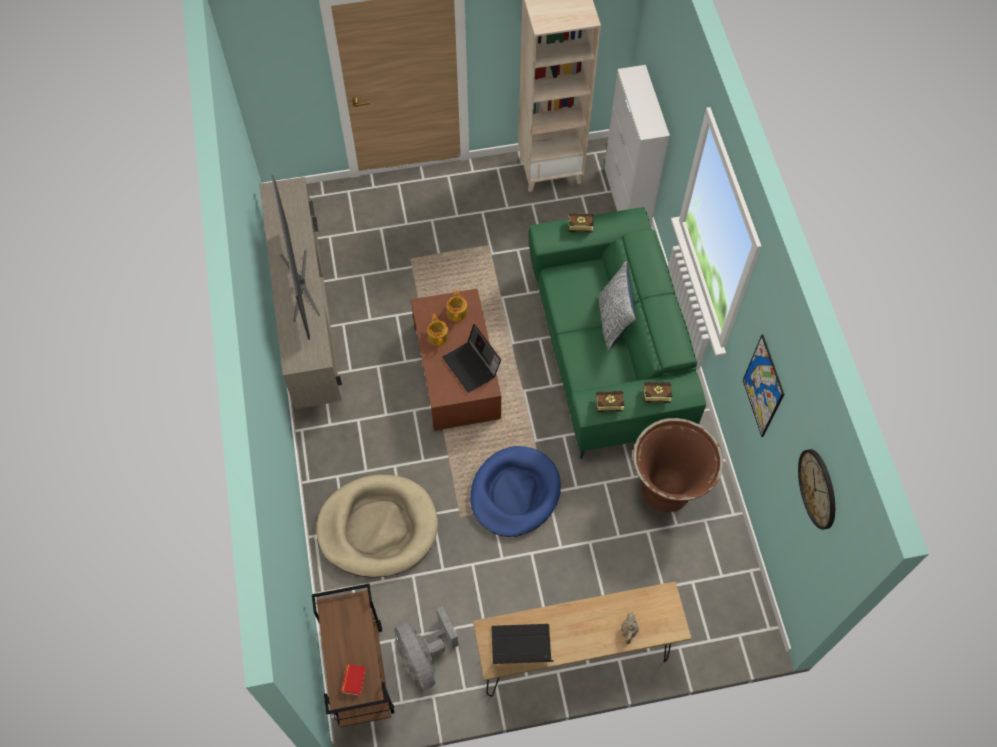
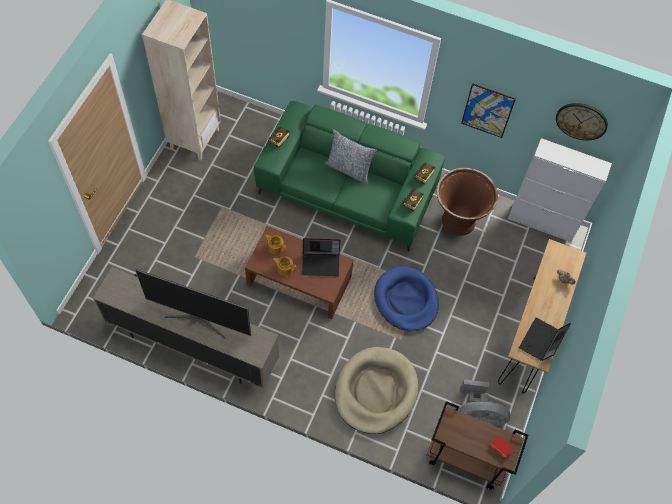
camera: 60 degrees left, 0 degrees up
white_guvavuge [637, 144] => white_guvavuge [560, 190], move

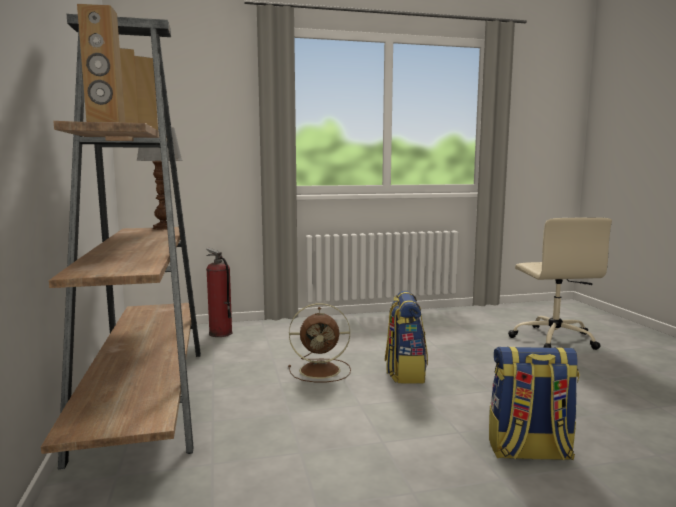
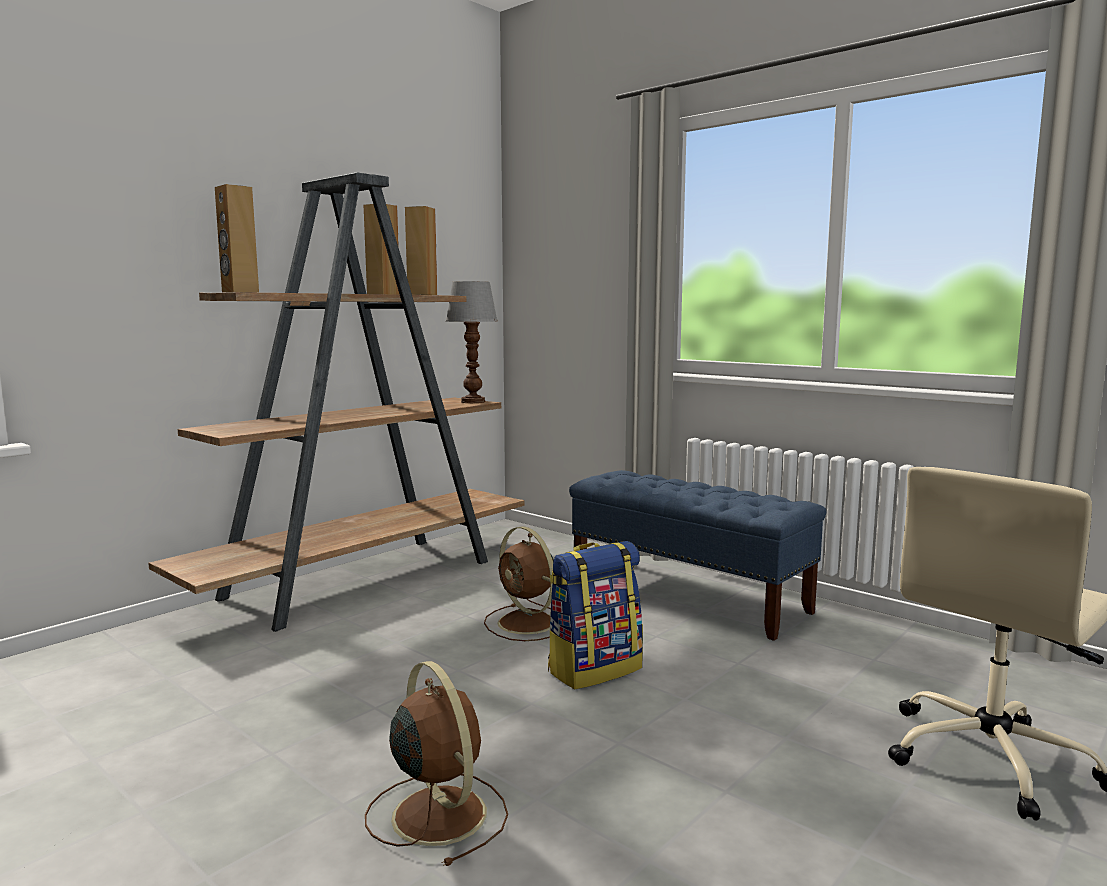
camera: 55 degrees right, 0 degrees up
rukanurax [219, 292] => nothing
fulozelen [534, 404] => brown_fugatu [436, 763]
nothing => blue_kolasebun [697, 555]

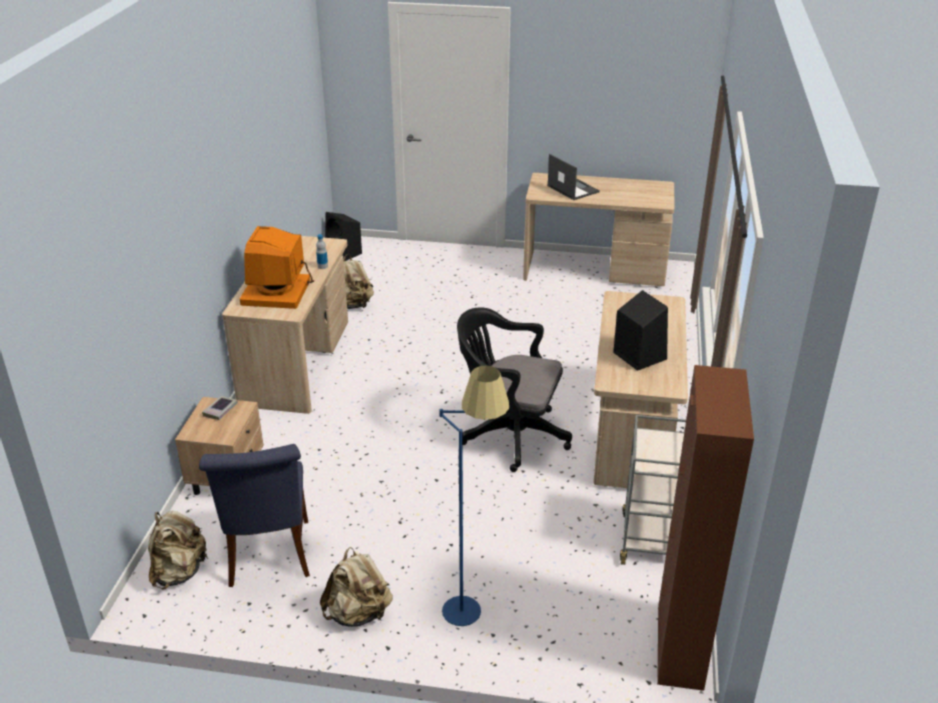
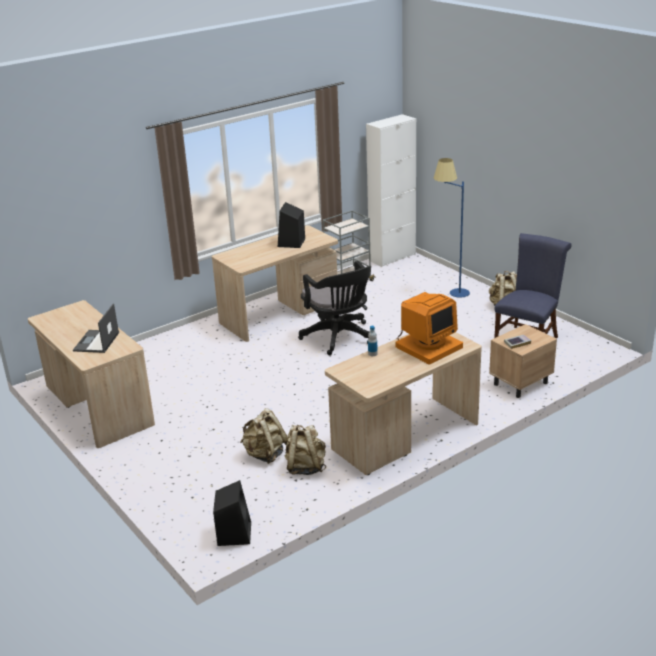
camera: 135 degrees left, 5 degrees down
brown_guvavuge [705, 528] => white_guvavuge [391, 190]
beige_fulozelen [178, 550] => beige_fulozelen [263, 436], move

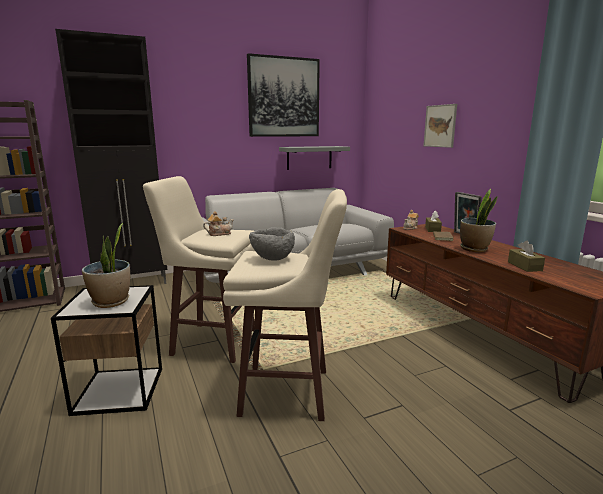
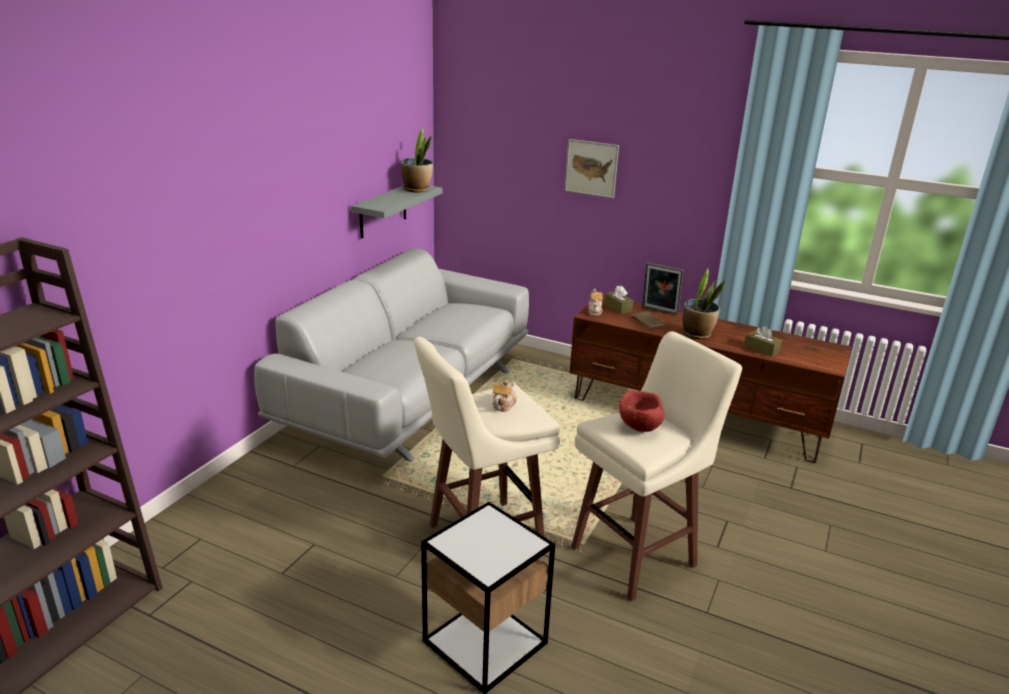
camera: 40 degrees left, 10 degrees up
black_guvavuge [111, 156] => nothing
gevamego [283, 95] => nothing
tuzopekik [106, 265] => tuzopekik [417, 160], move
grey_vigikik [272, 243] => red_vigikik [641, 411]

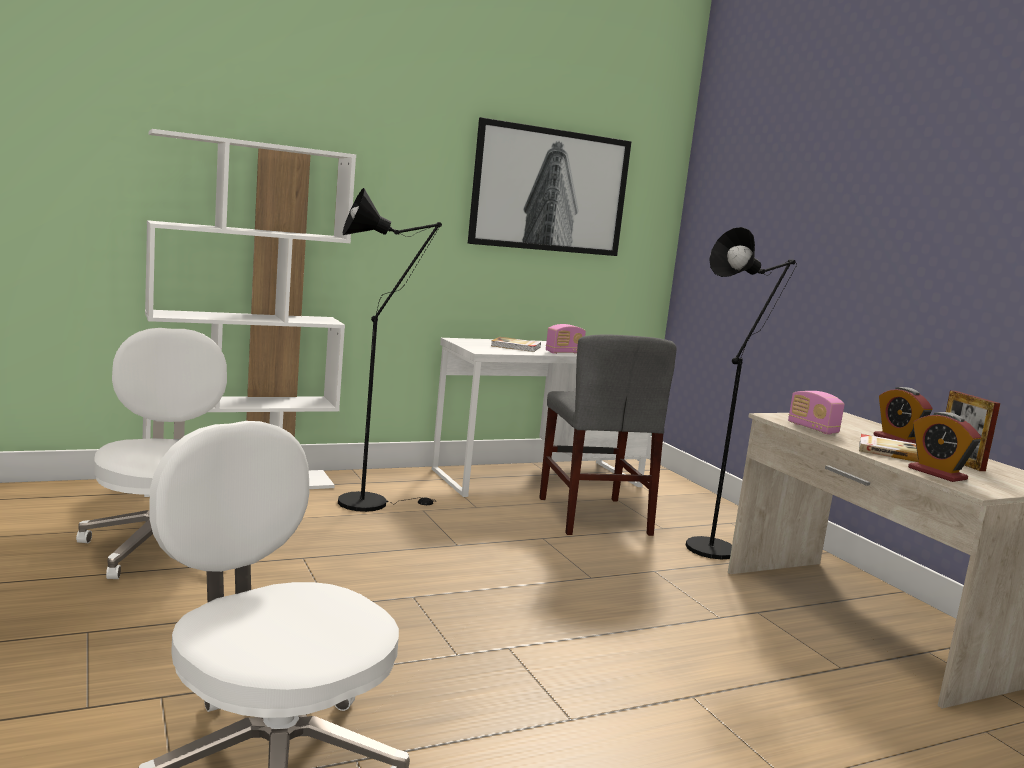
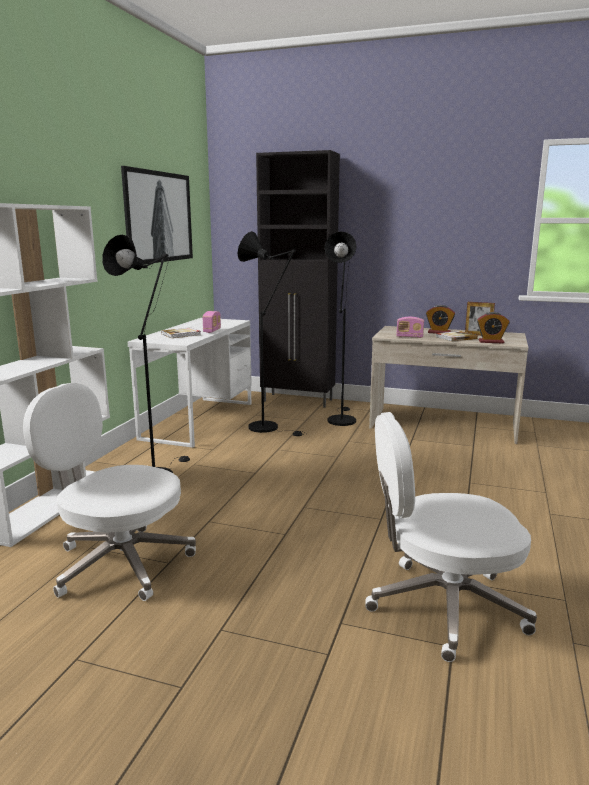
camera: 45 degrees left, 5 degrees up
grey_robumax [608, 435] => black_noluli [272, 333]
nothing => black_guvavuge [298, 279]

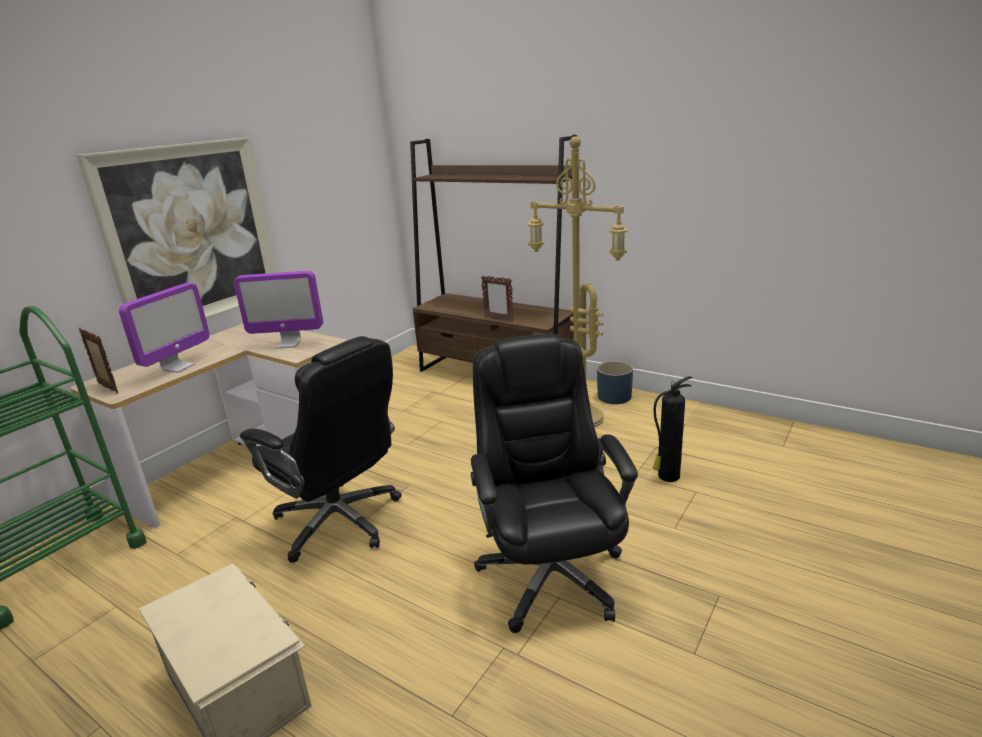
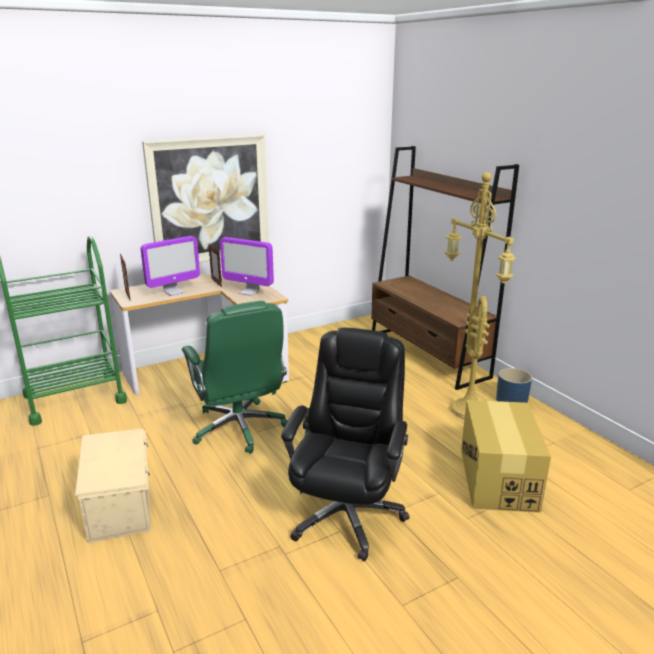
camera: 25 degrees right, 0 degrees up
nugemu [497, 299] => nugemu [215, 265], move
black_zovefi [321, 449] => green_zovefi [235, 377]
rukanurax [672, 429] => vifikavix [506, 456]

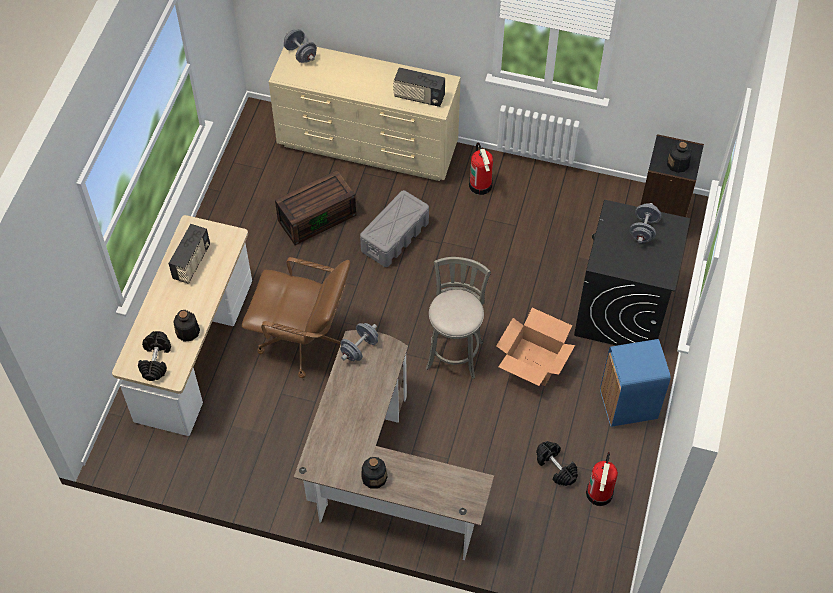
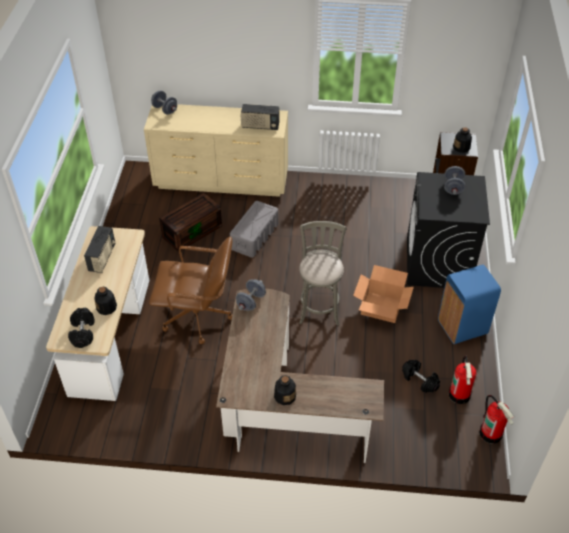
camera: 10 degrees left, 10 degrees down
rukanurax [481, 168] => rukanurax [496, 419], move

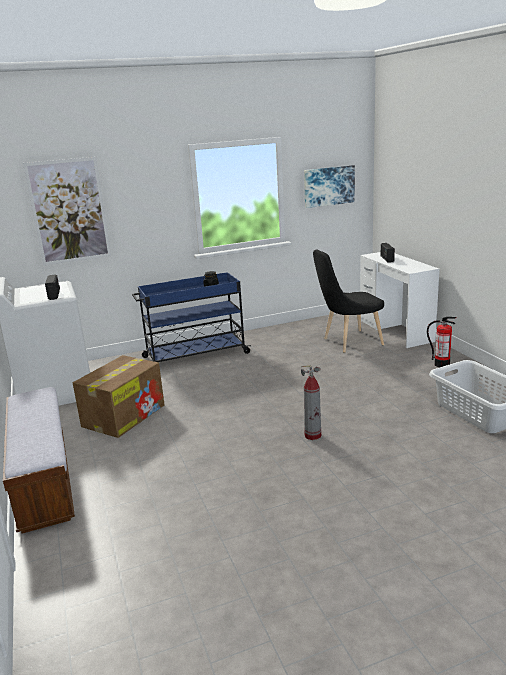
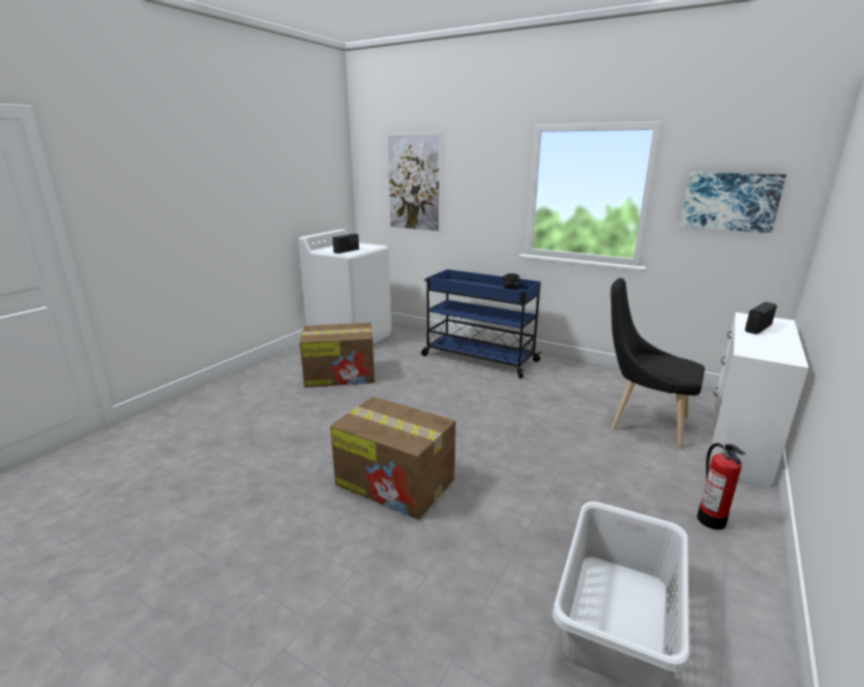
camera: 50 degrees right, 0 degrees up
rukanurax [311, 402] => vifikavix [393, 458]
kolasebun [39, 460] => nothing

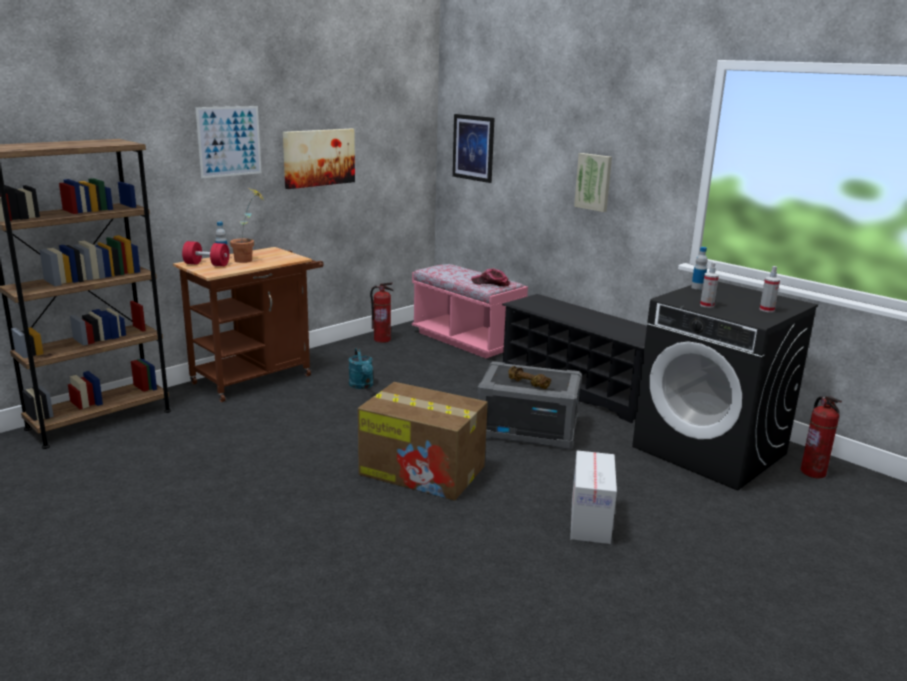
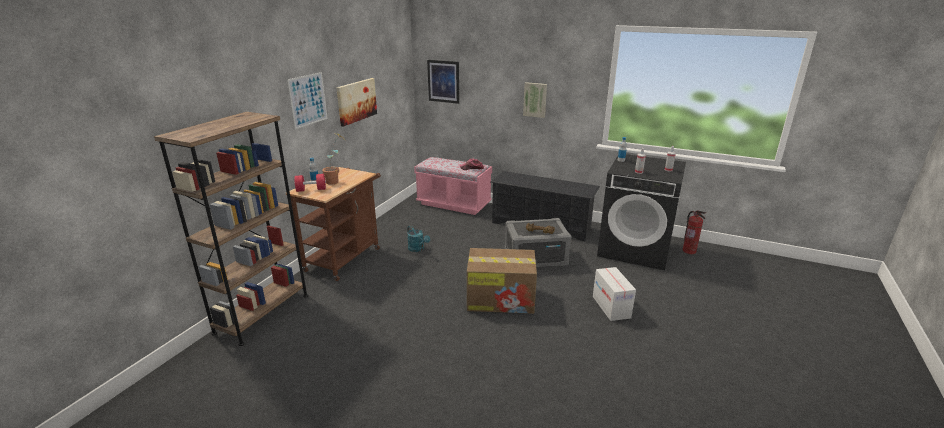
camera: 20 degrees left, 5 degrees up
rukanurax [381, 312] => nothing

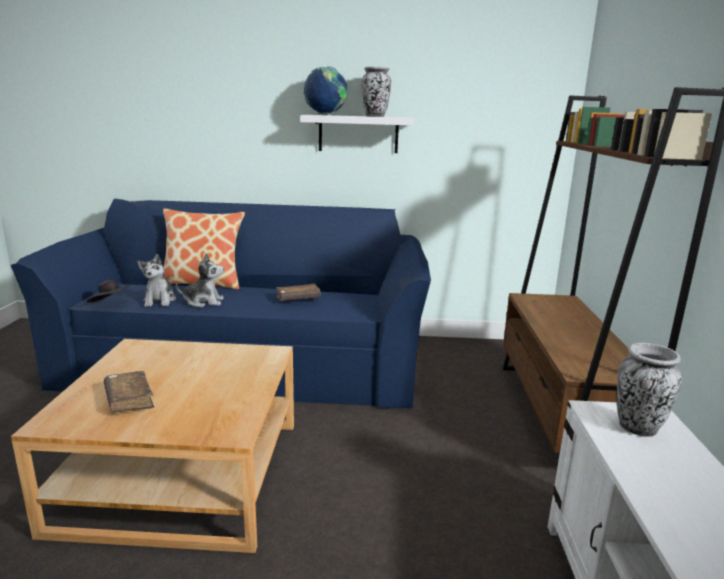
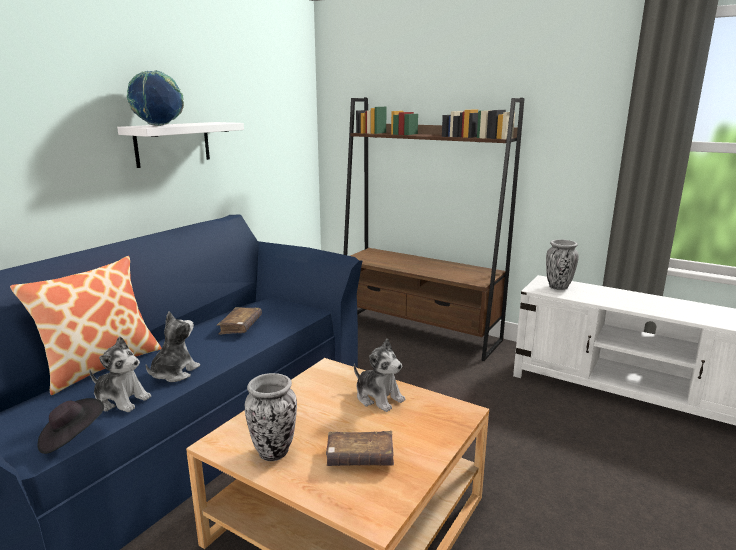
camera: 60 degrees left, 0 degrees up
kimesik [376, 92] => kimesik [271, 417], move
nothing => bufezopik [380, 375]

